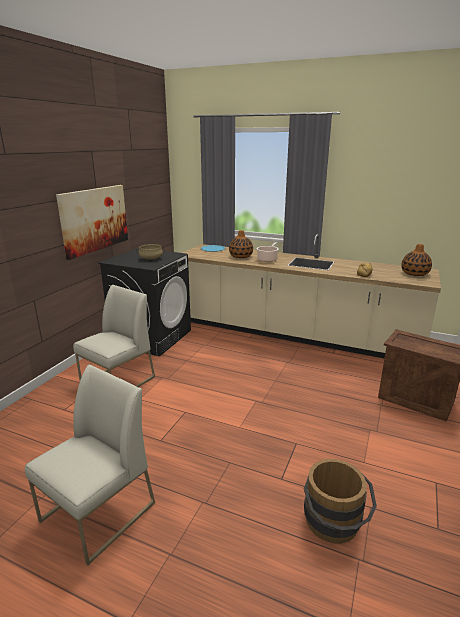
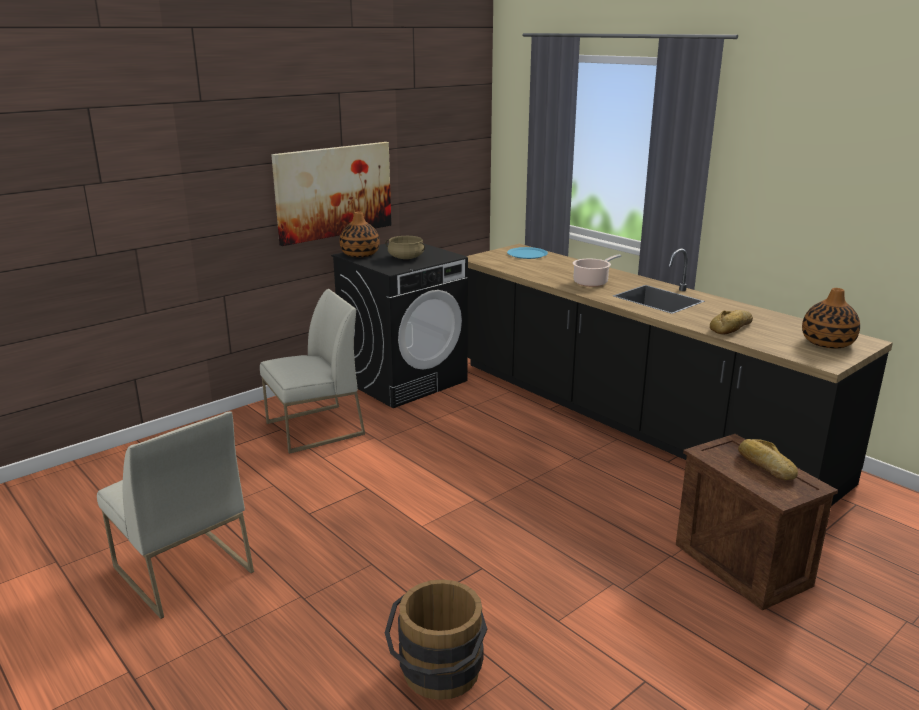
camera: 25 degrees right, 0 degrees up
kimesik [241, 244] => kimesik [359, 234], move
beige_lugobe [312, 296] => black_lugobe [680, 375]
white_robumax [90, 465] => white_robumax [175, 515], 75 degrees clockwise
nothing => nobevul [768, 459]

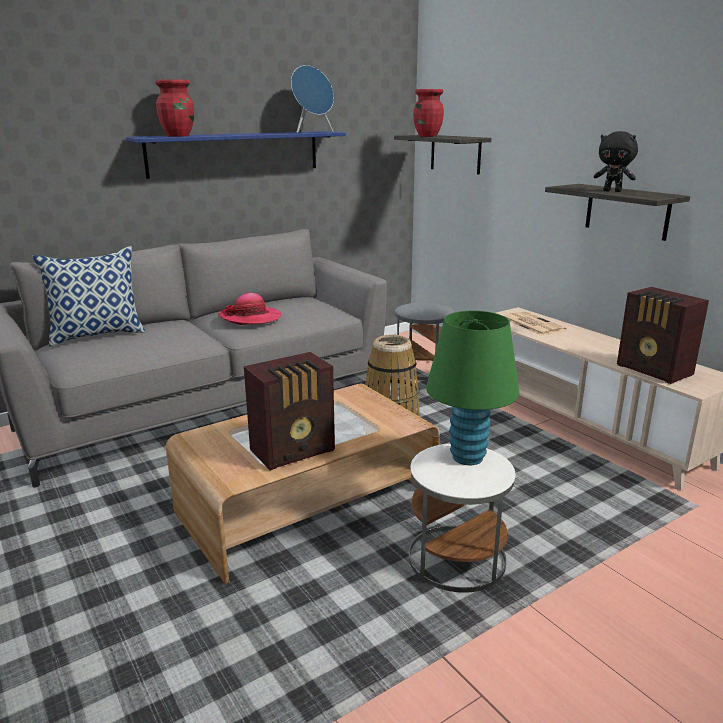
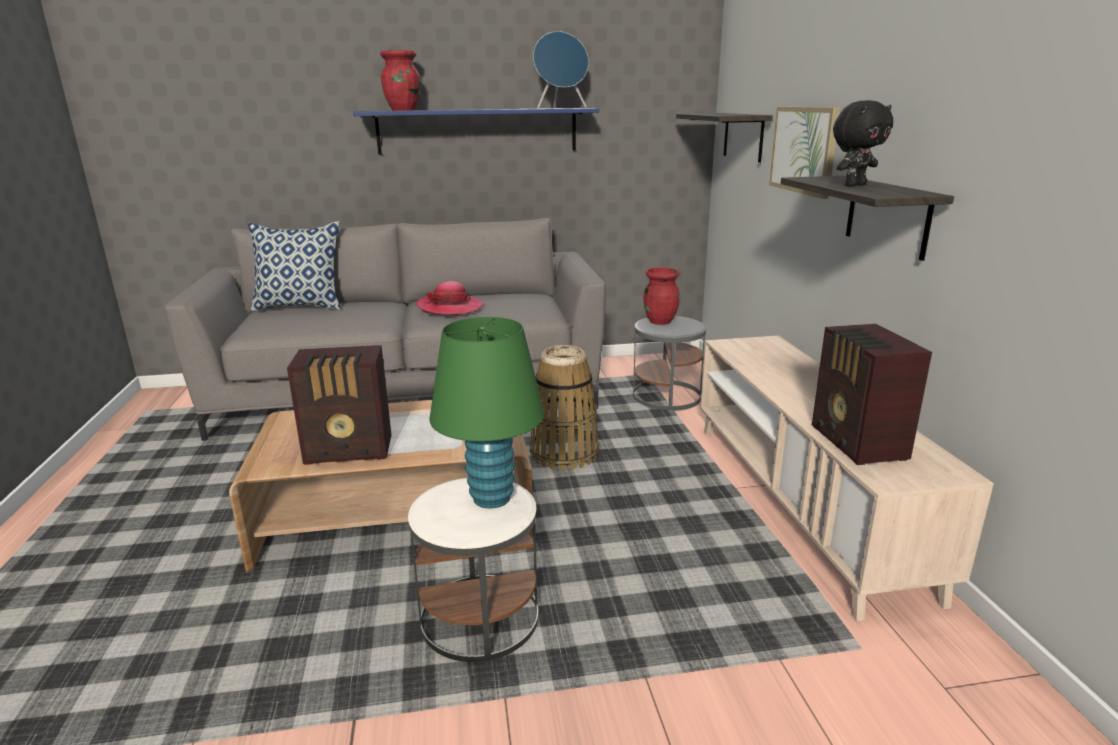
camera: 25 degrees right, 0 degrees up
red_kimesik [428, 113] => red_kimesik [661, 296], move
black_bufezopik [616, 161] => black_bufezopik [863, 143], 90 degrees counterclockwise
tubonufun [535, 323] => nothing
nothing => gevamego [804, 152]

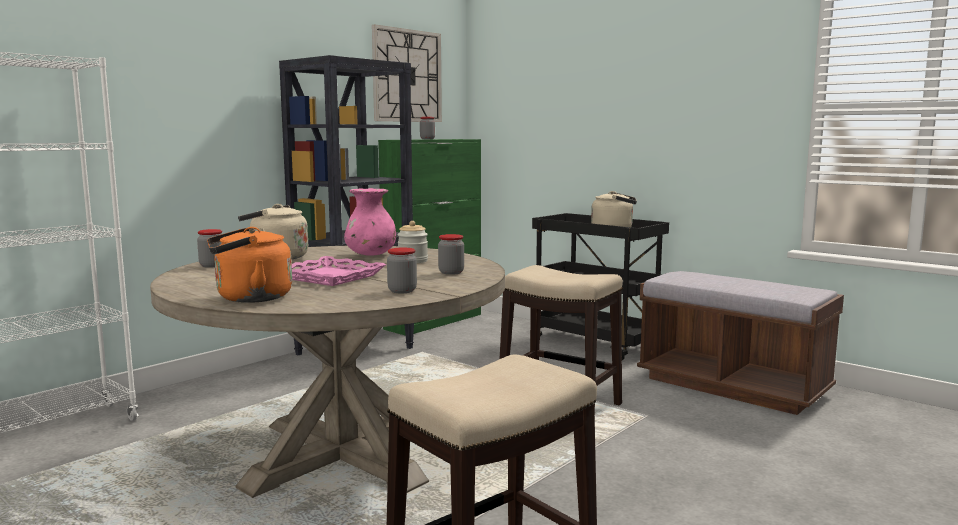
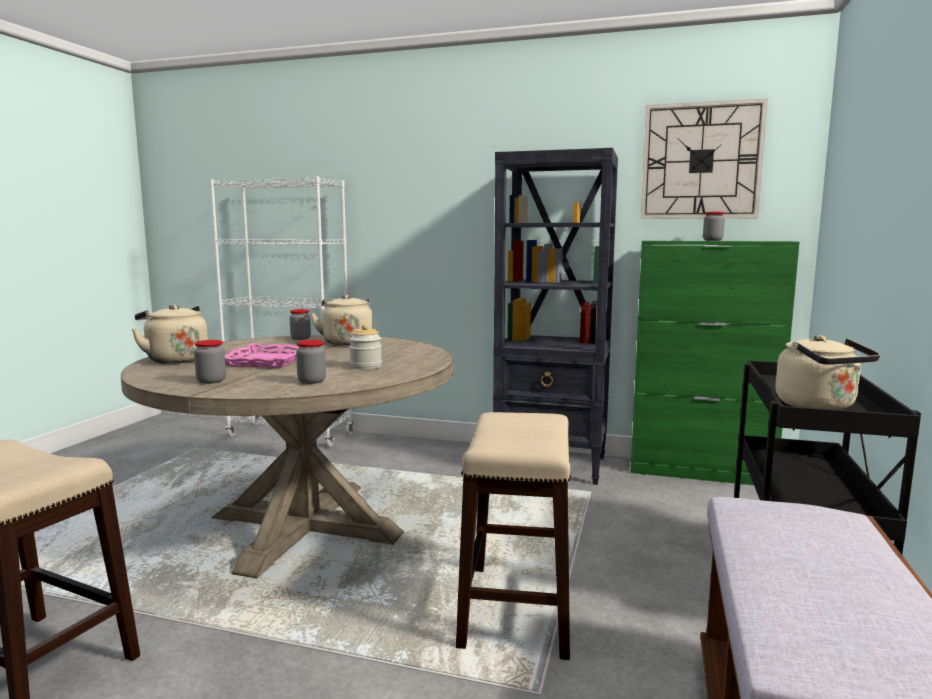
camera: 65 degrees right, 0 degrees up
pink_kimesik [370, 222] => nothing
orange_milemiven [249, 265] => beige_milemiven [169, 334]

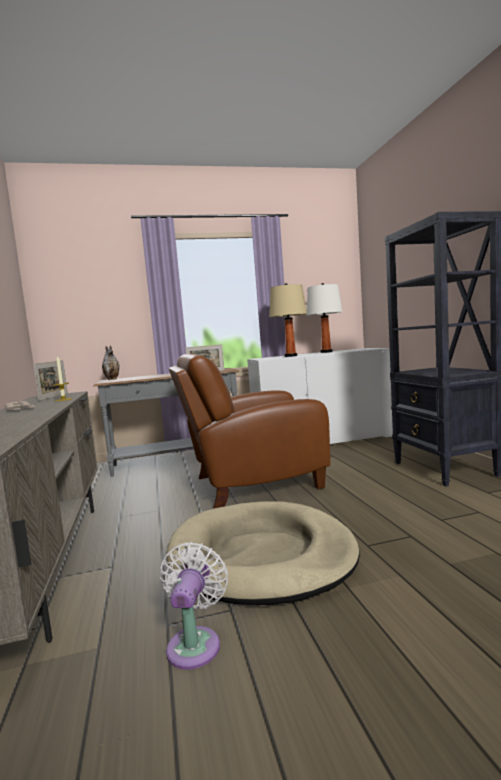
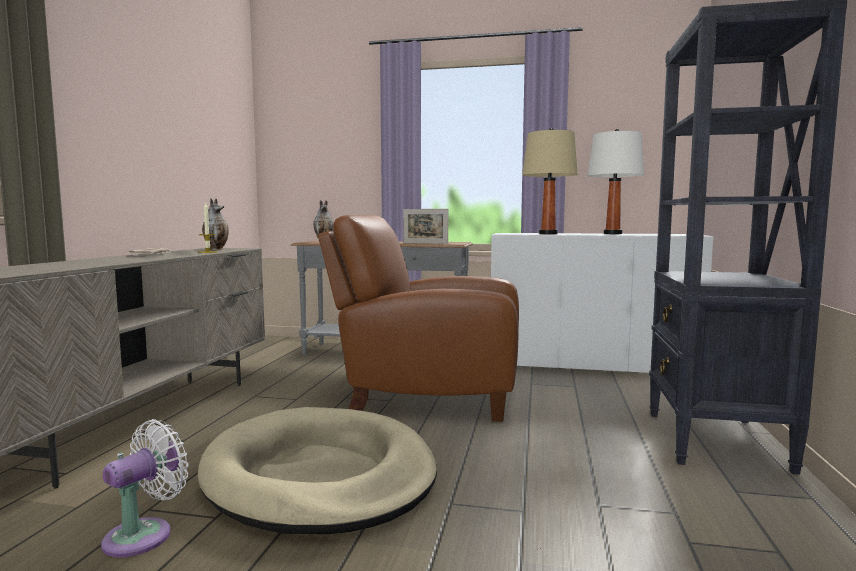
camera: 25 degrees right, 0 degrees up
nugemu [50, 380] => kimesik [215, 224]

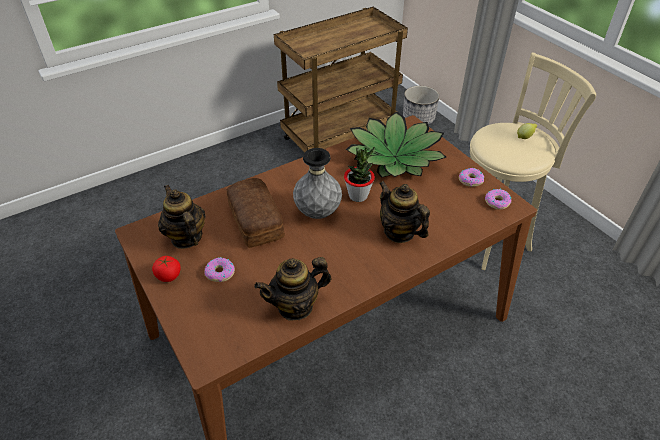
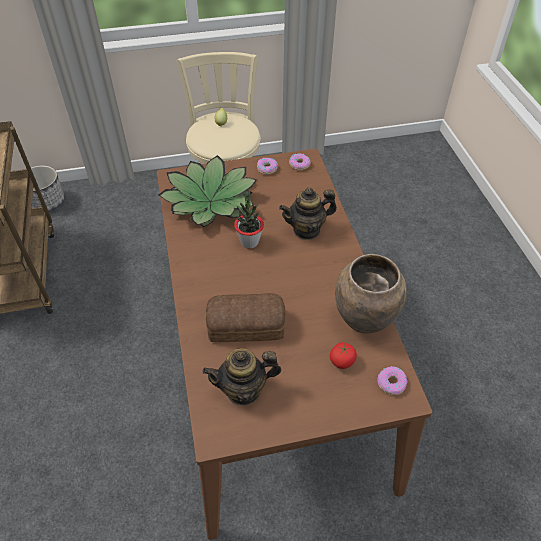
camera: 70 degrees left, 5 degrees up
grey_kimesik [317, 183] => nothing
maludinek [166, 269] => maludinek [343, 355], move
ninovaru [219, 269] => ninovaru [392, 380], move
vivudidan [292, 289] => brown_kimesik [371, 294]

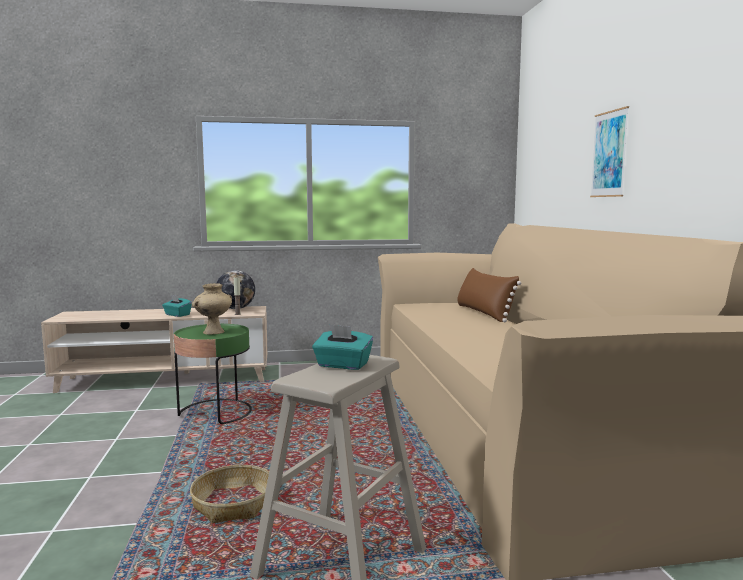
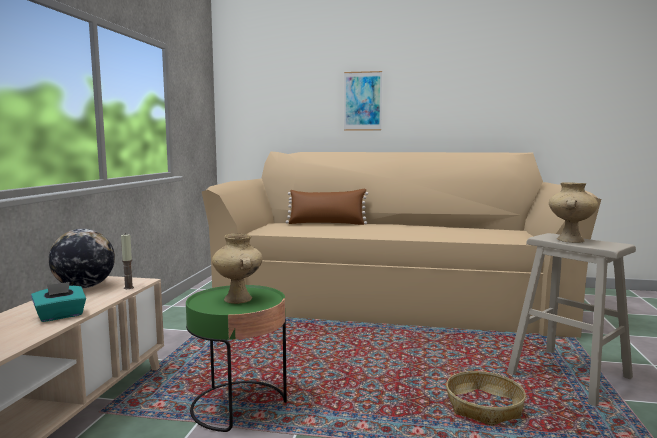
camera: 70 degrees left, 0 degrees up
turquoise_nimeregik [342, 347] => beige_kimesik [573, 212]

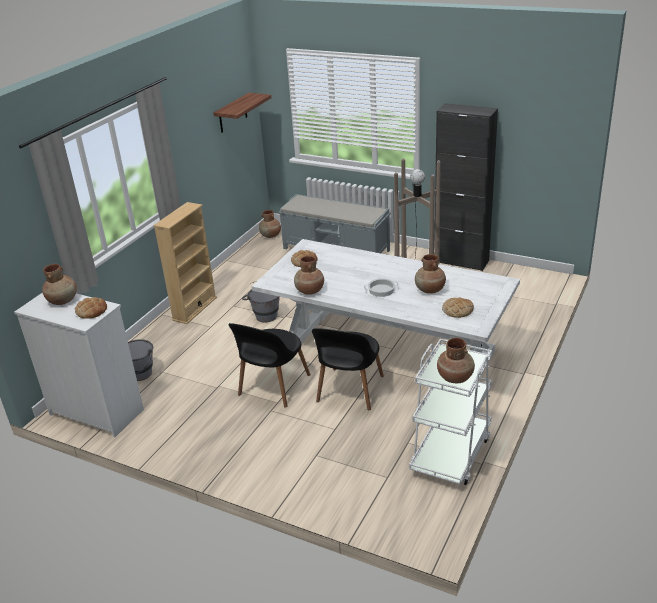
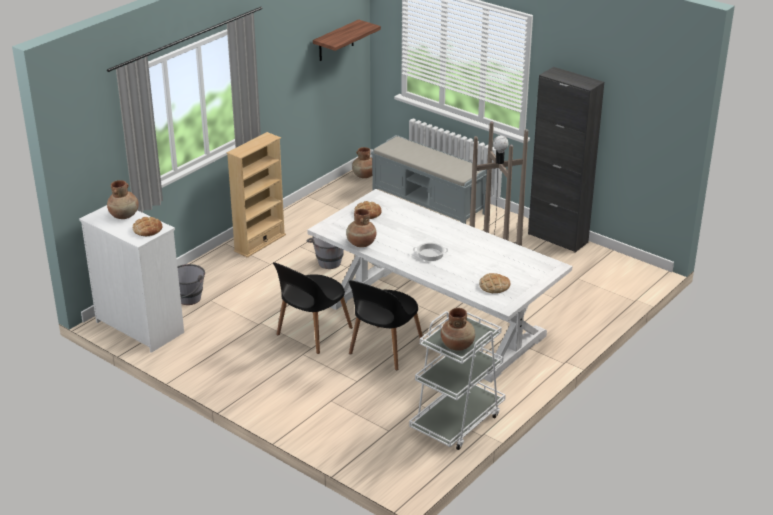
camera: 10 degrees right, 0 degrees up
brown_kimesik [430, 274] => nothing

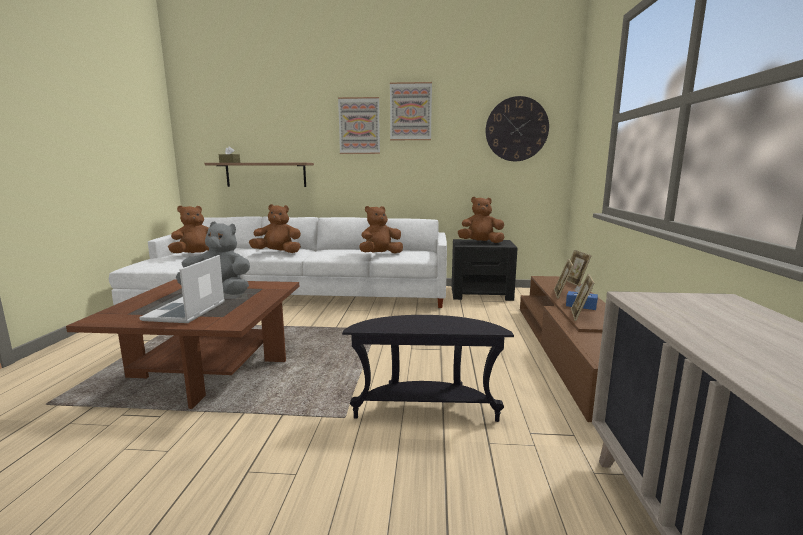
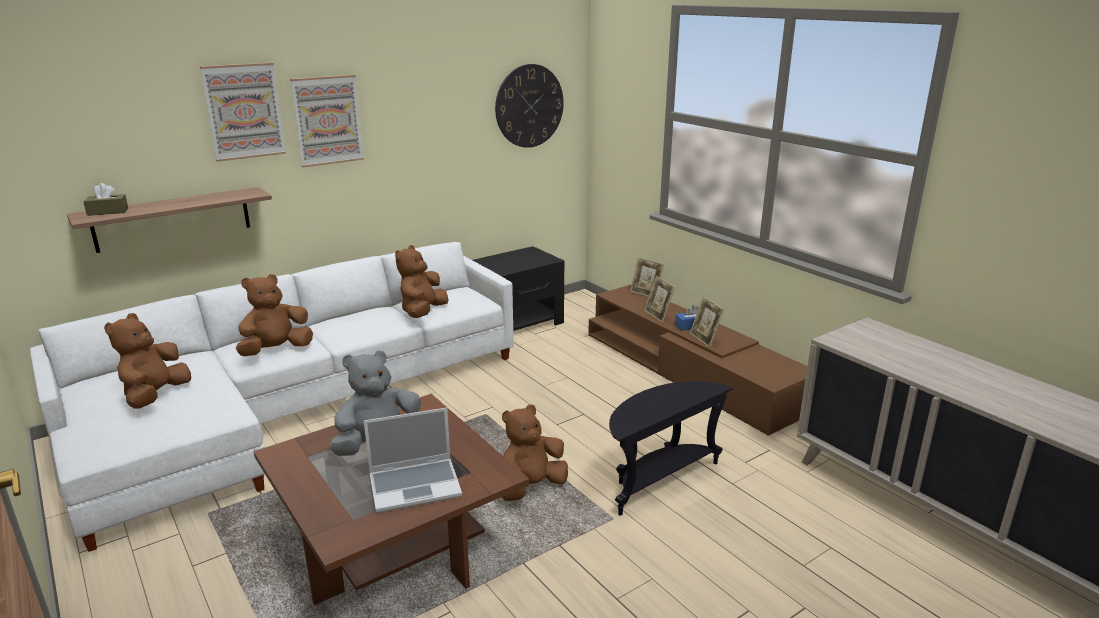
camera: 40 degrees left, 10 degrees up
gevamego [411, 111] => gevamego [243, 112], move
brown_bufezopik [481, 220] => brown_bufezopik [534, 452], move
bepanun [182, 289] => bepanun [413, 460], 75 degrees counterclockwise

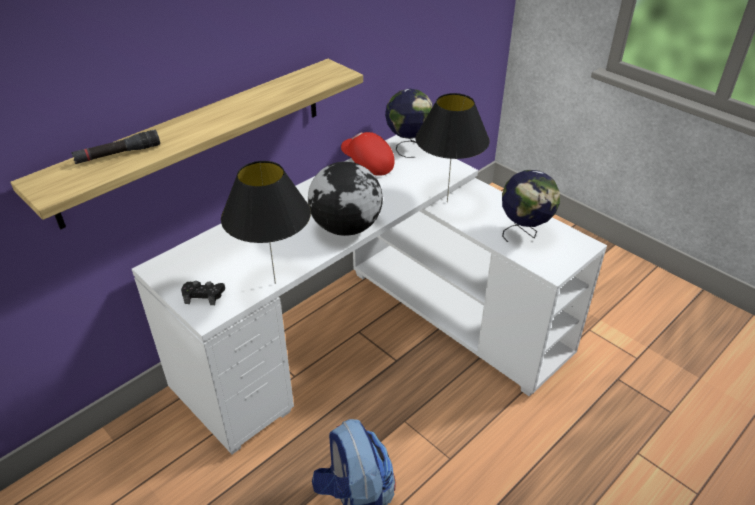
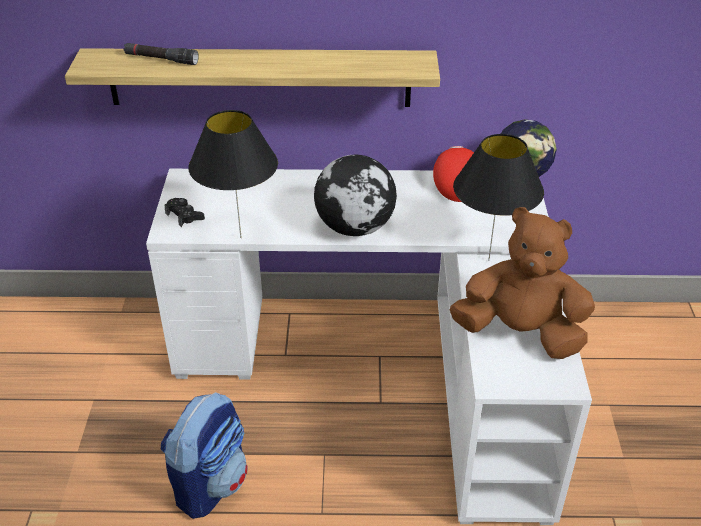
camera: 45 degrees right, 0 degrees up
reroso [531, 206] => brown_bufezopik [522, 283]

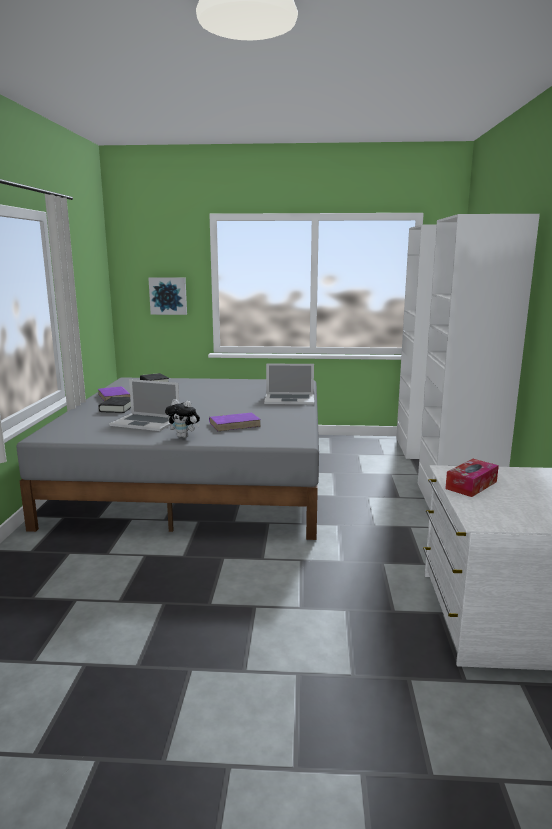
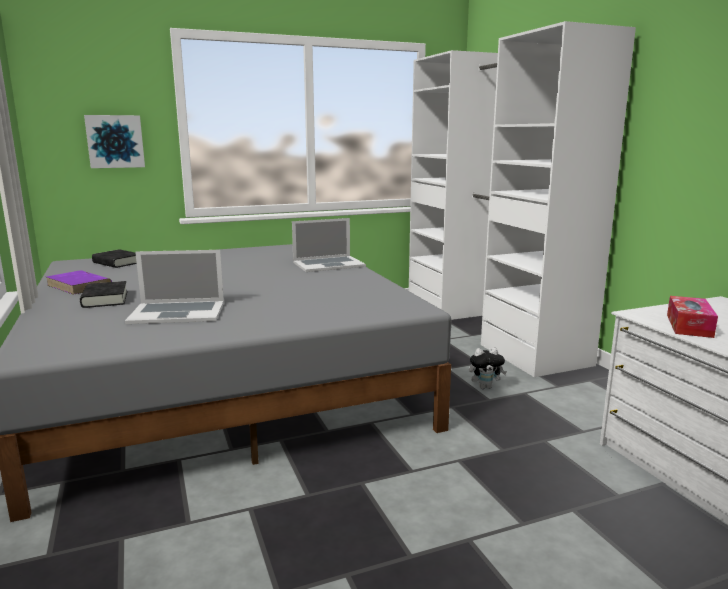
camera: 25 degrees left, 0 degrees up
bufezopik [182, 418] => bufezopik [488, 368], move
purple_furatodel [235, 422] => nothing

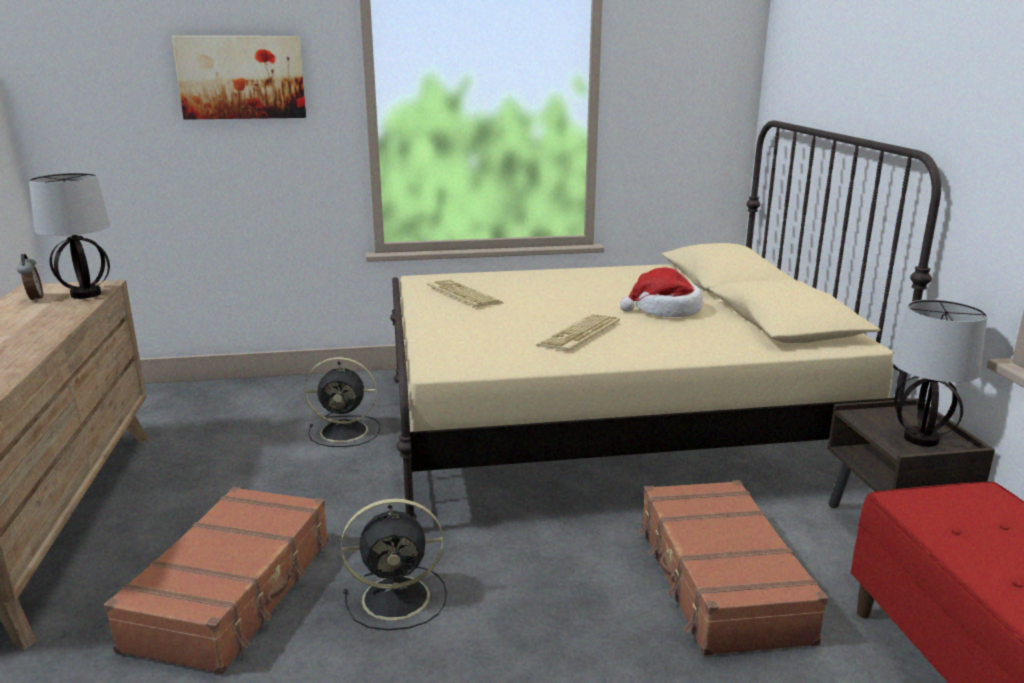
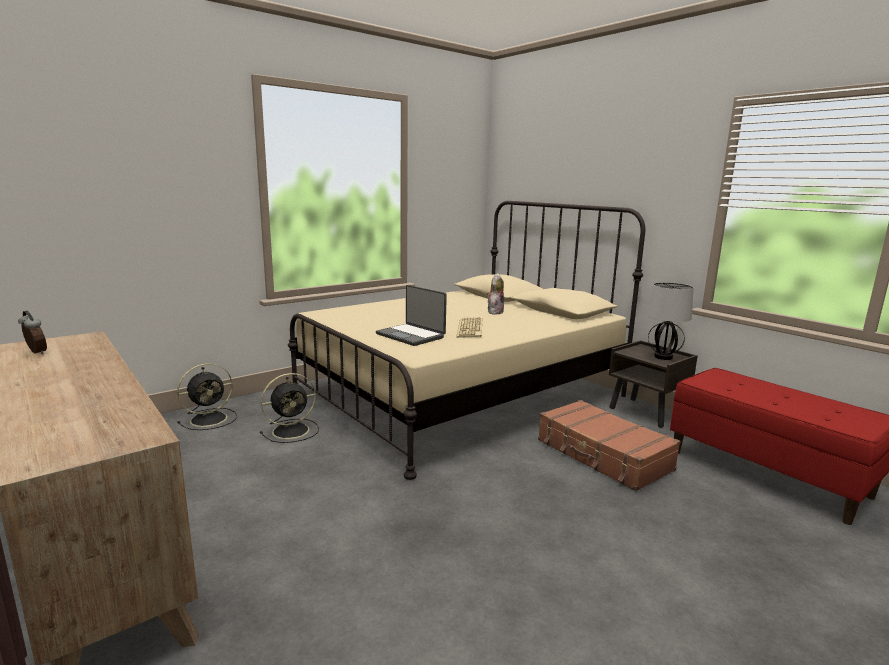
camera: 30 degrees left, 5 degrees down
gevamego [239, 78] => nothing
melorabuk [69, 236] => nothing
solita [661, 292] => bufezopik [495, 294]
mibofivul [465, 294] => nothing
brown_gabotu [216, 580] => nothing
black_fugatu [394, 564] => black_fugatu [207, 396], move
nothing => bepanun [411, 315]

